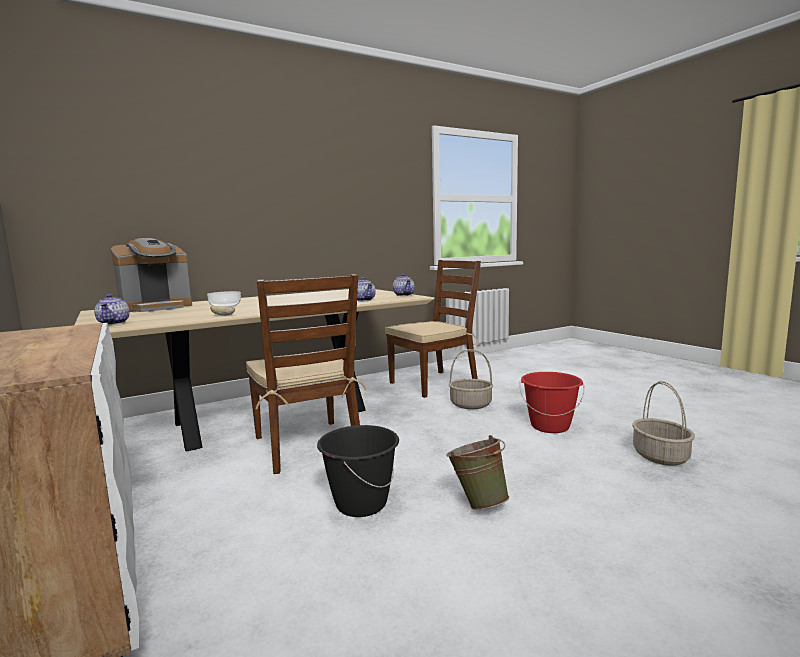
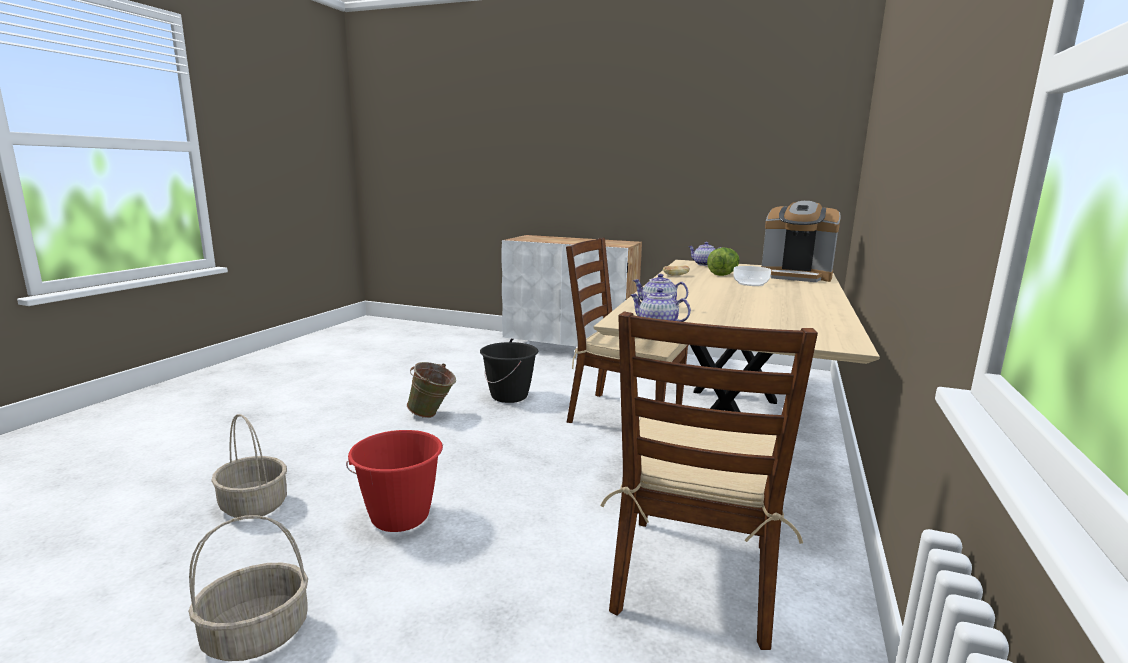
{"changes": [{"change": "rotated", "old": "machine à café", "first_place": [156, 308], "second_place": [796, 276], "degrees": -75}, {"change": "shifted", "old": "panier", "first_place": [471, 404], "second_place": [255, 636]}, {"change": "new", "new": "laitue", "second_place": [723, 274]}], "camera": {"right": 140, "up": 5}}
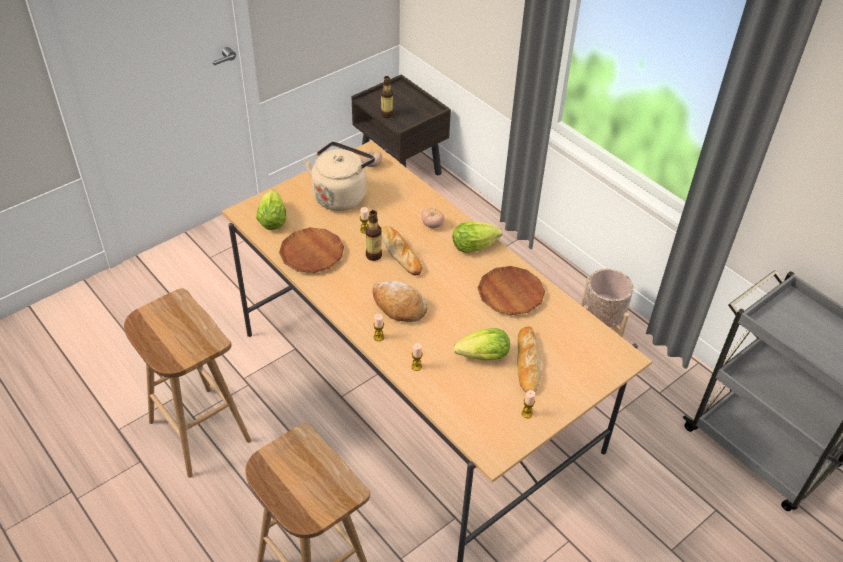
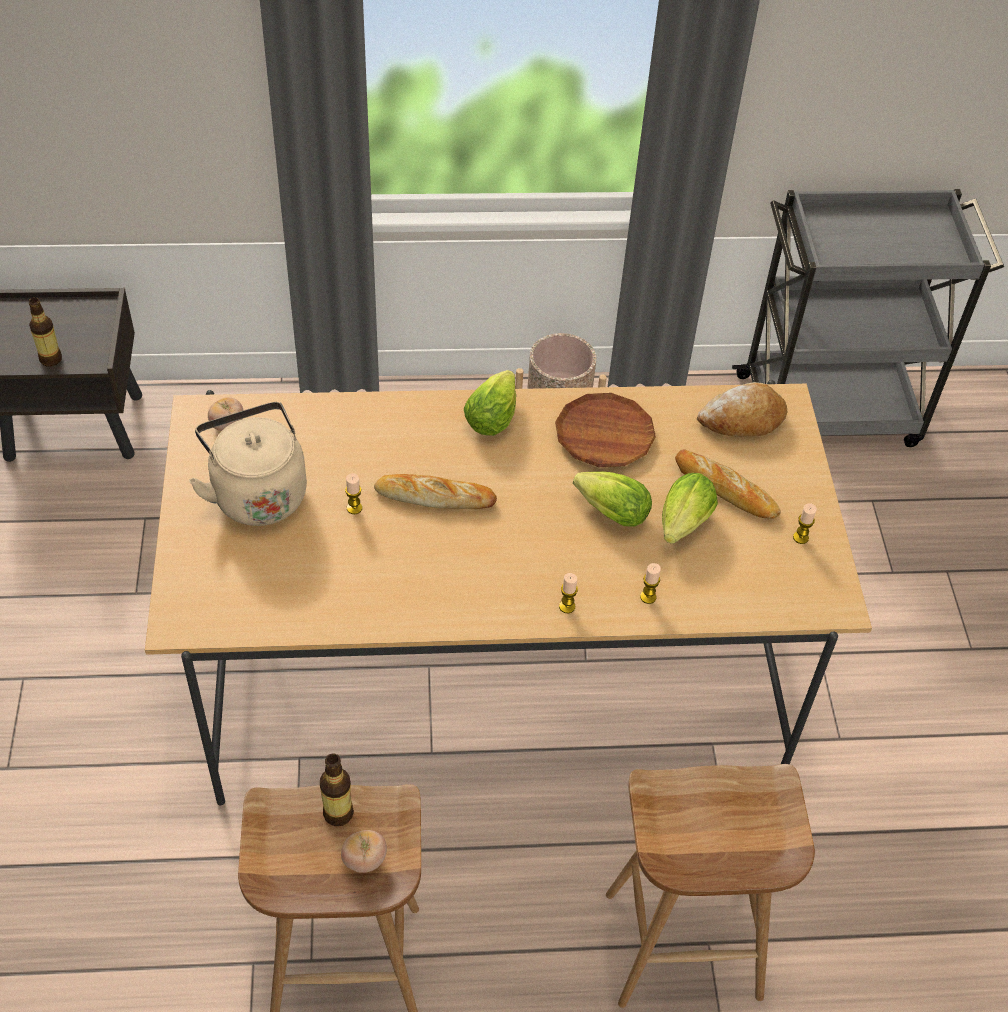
{"changes": [{"change": "shifted", "old": "laitue", "first_place": [273, 219], "second_place": [608, 511]}, {"change": "shifted", "old": "tomate", "first_place": [432, 225], "second_place": [364, 859]}, {"change": "shifted", "old": "bouteille", "first_place": [373, 255], "second_place": [338, 813]}, {"change": "gone", "old": "assiette [marron]", "first_place": [312, 254]}, {"change": "shifted", "old": "pain", "first_place": [398, 306], "second_place": [742, 420]}], "camera": {"right": -55, "up": 5}}
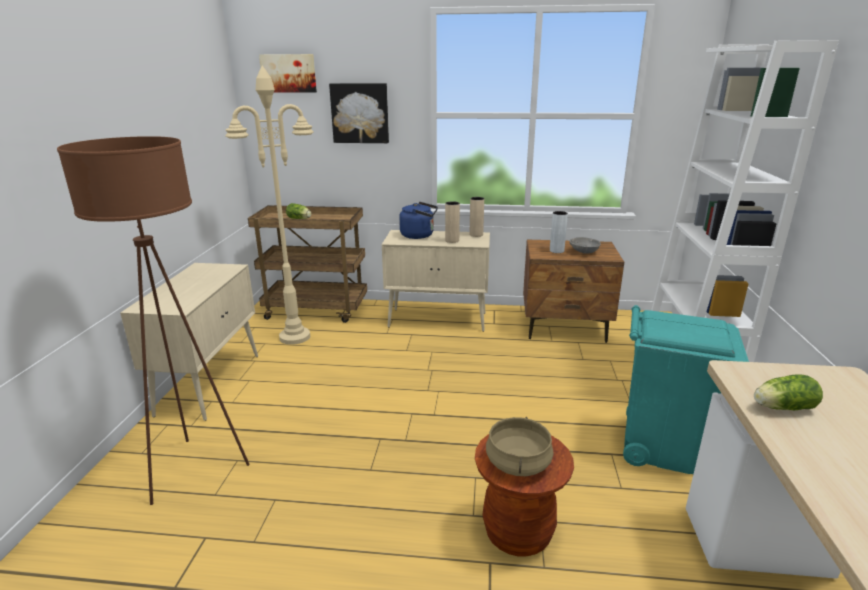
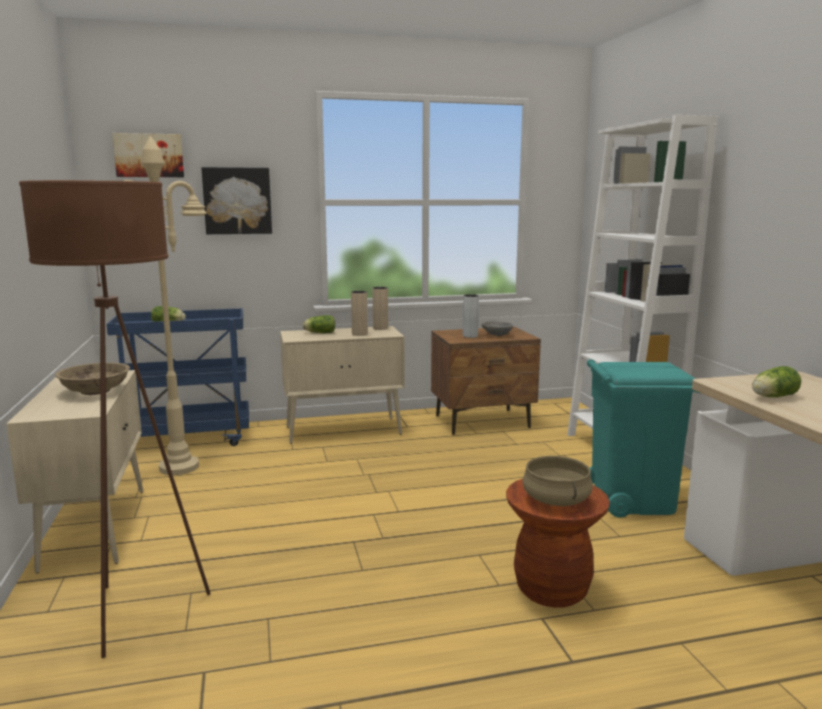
{"changes": [{"change": "swapped", "old": "bouilloire [bleu]", "new": "laitue", "first_place": [419, 235], "second_place": [319, 333]}, {"change": "repainted", "old": "chariot [marron]", "new": "chariot [bleu]", "first_place": [317, 310], "second_place": [190, 438]}, {"change": "new", "new": "bol [beige]", "second_place": [95, 391]}], "camera": {"right": -20, "up": -10}}
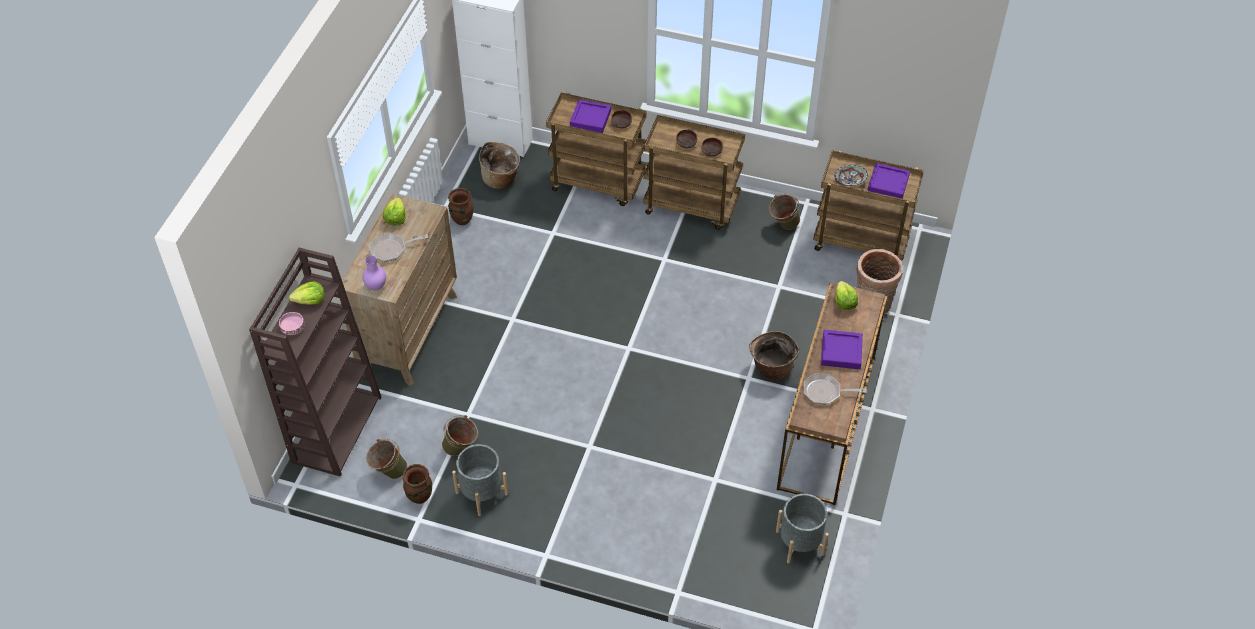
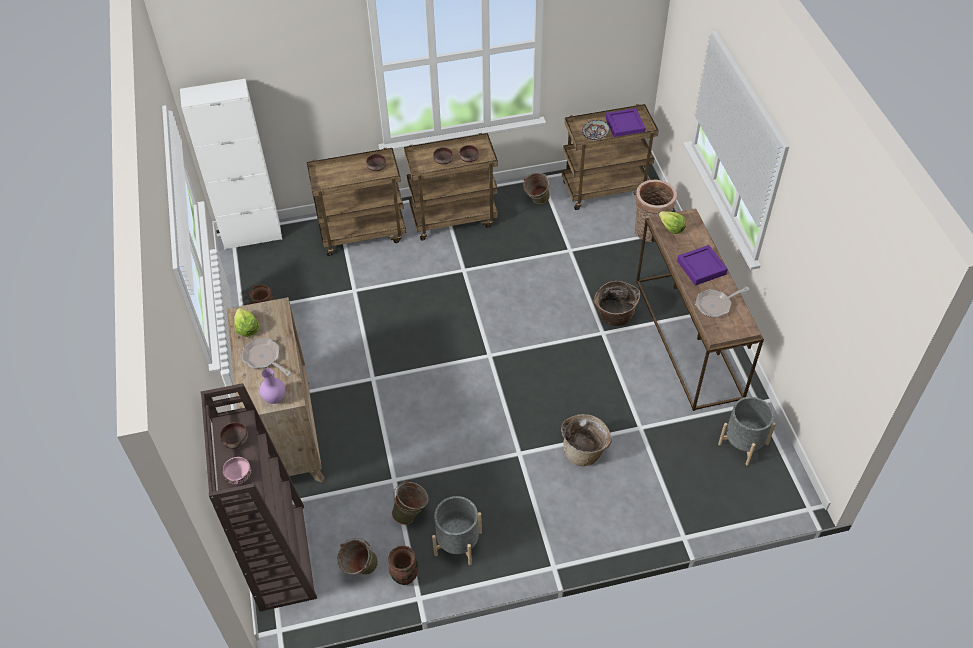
{"changes": [{"change": "gone", "old": "plateau [violet]", "first_place": [590, 119]}, {"change": "shifted", "old": "panier", "first_place": [501, 179], "second_place": [584, 451]}, {"change": "rotated", "old": "poêle", "first_place": [391, 249], "second_place": [264, 358], "degrees": 90}, {"change": "swapped", "old": "laitue", "new": "bol [marron]", "first_place": [310, 301], "second_place": [236, 440]}], "camera": {"right": -30, "up": 0}}
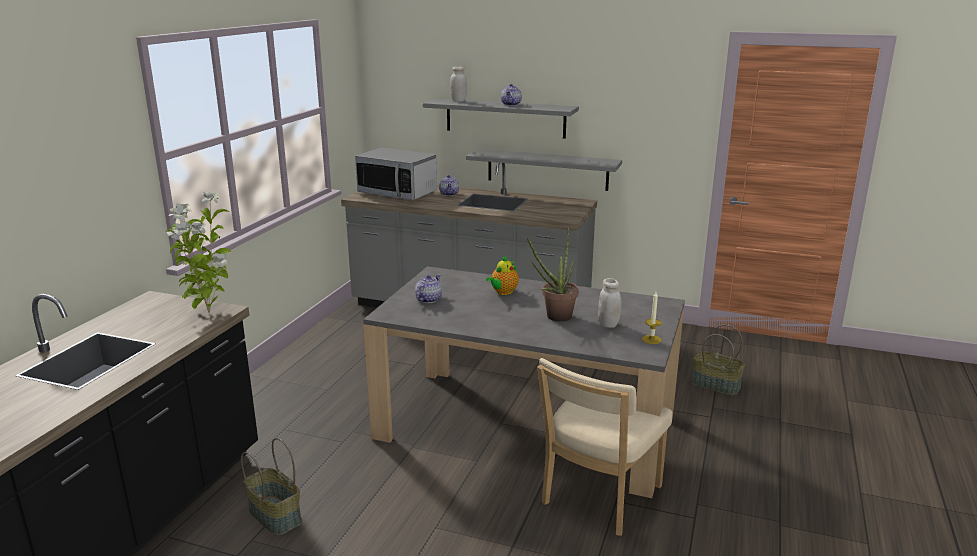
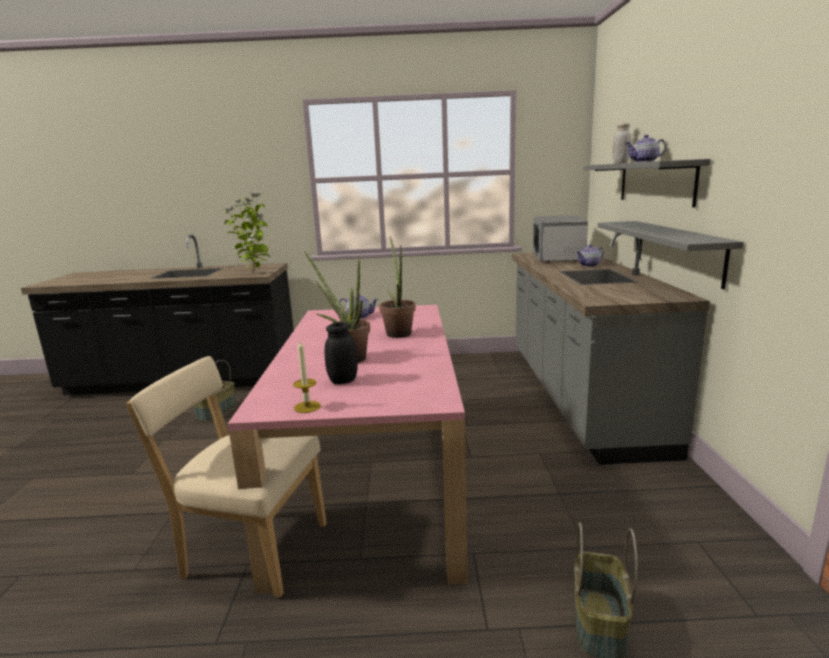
{"changes": [{"change": "swapped", "old": "théière", "new": "plante en pot", "first_place": [503, 292], "second_place": [398, 332]}, {"change": "repainted", "old": "table à manger [gris]", "new": "table à manger [rose]", "first_place": [525, 426], "second_place": [372, 476]}, {"change": "repainted", "old": "bocal [blanc]", "new": "bocal [noir]", "first_place": [608, 324], "second_place": [343, 381]}], "camera": {"right": 70, "up": -5}}
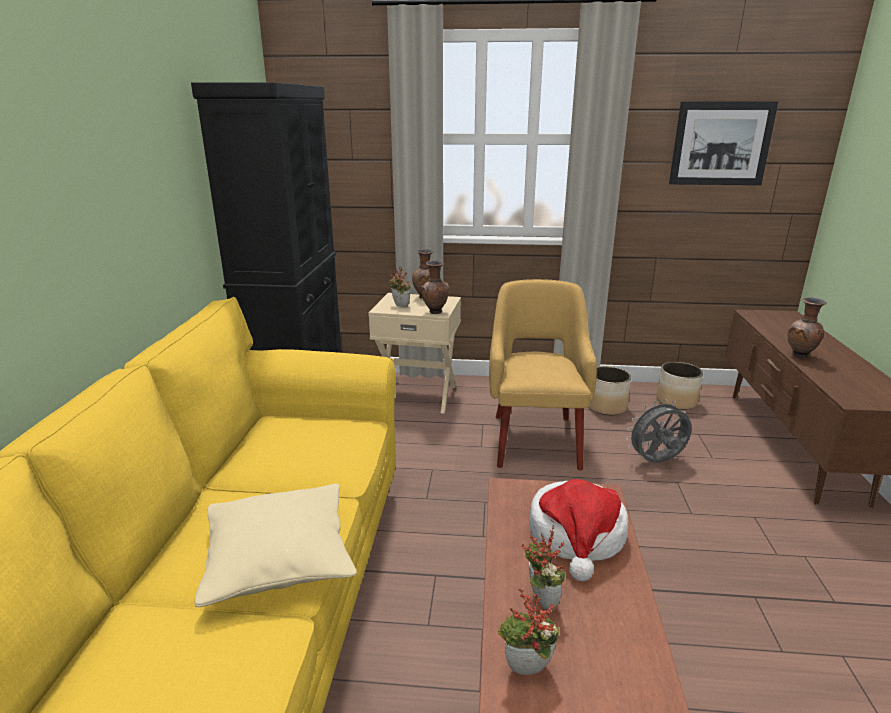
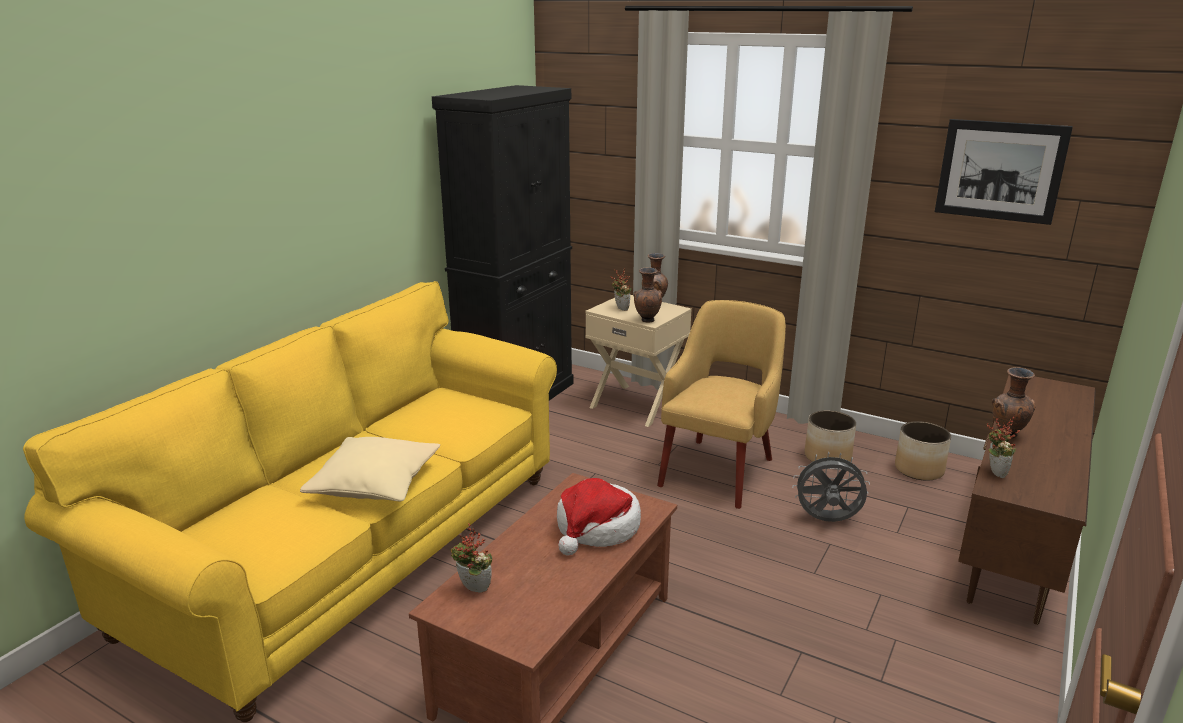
{"changes": [{"change": "shifted", "old": "plante en pot", "first_place": [539, 601], "second_place": [994, 472]}], "camera": {"right": 25, "up": 0}}
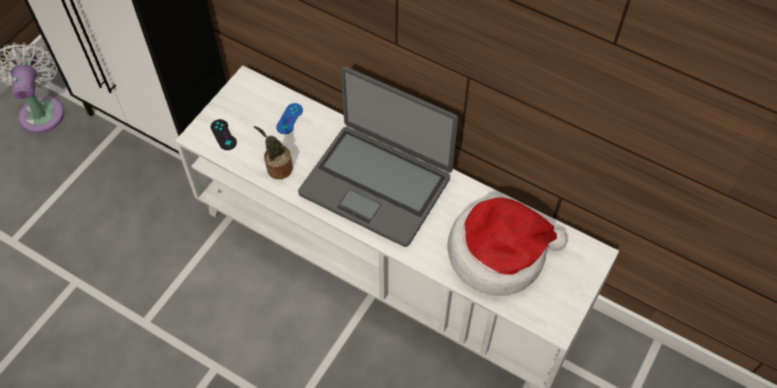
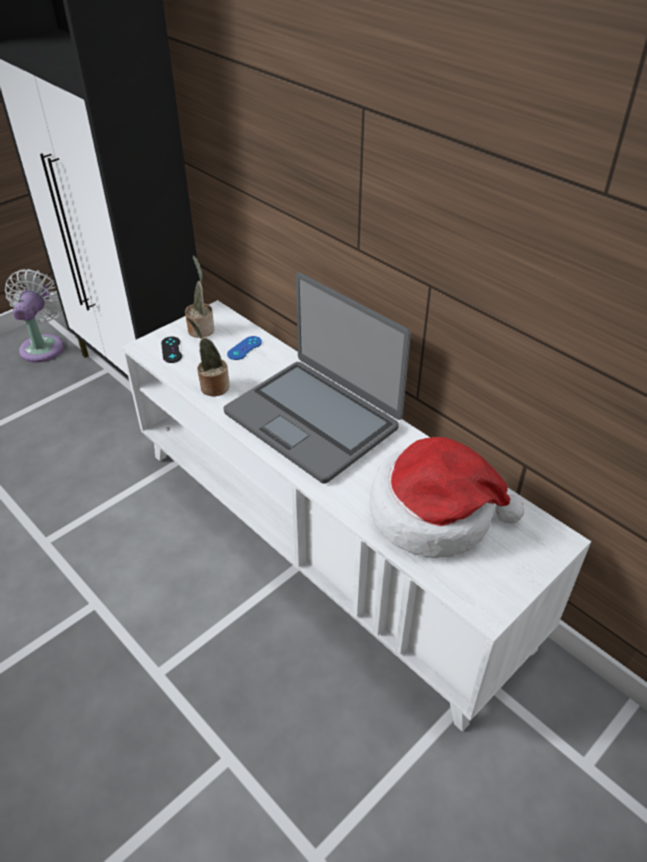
{"changes": [{"change": "new", "new": "plante en pot", "second_place": [201, 329]}], "camera": {"right": 15, "up": -15}}
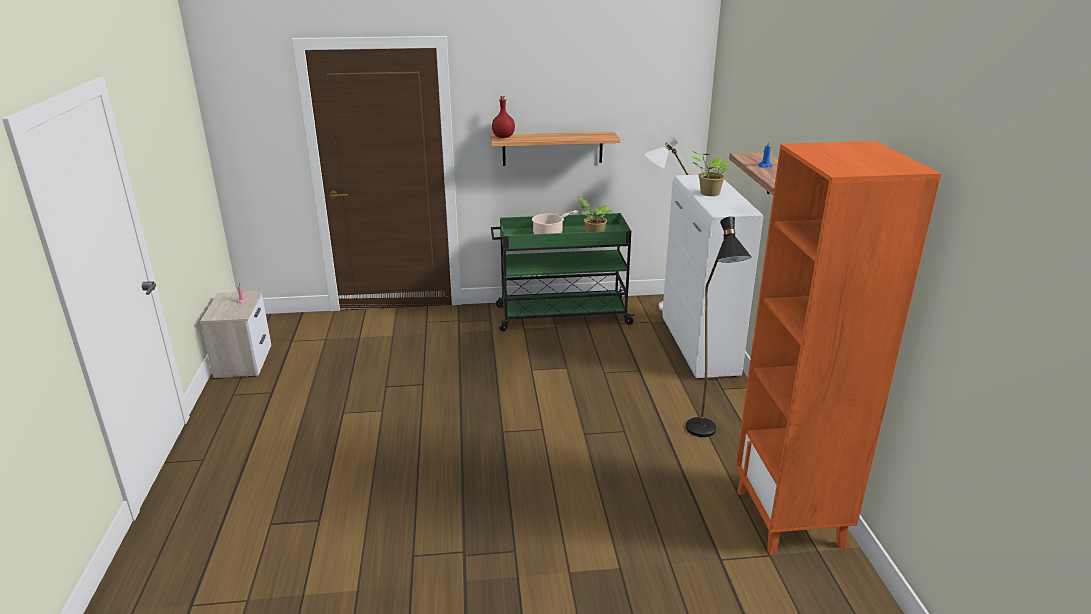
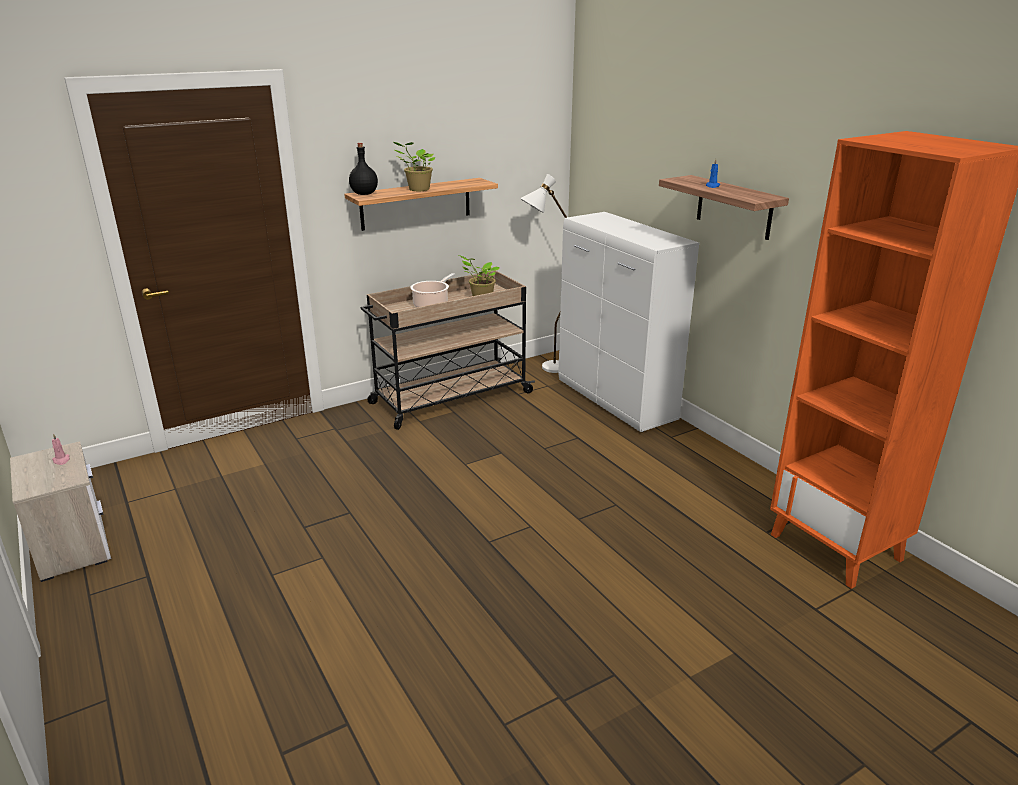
{"changes": [{"change": "repainted", "old": "bouteille [rouge]", "new": "bouteille [noir]", "first_place": [503, 137], "second_place": [364, 194]}, {"change": "shifted", "old": "plante en pot", "first_place": [708, 193], "second_place": [417, 189]}, {"change": "repainted", "old": "chariot [vert]", "new": "chariot [beige]", "first_place": [561, 315], "second_place": [449, 398]}, {"change": "gone", "old": "lampadaire [noir]", "first_place": [704, 435]}], "camera": {"right": -25, "up": 0}}
